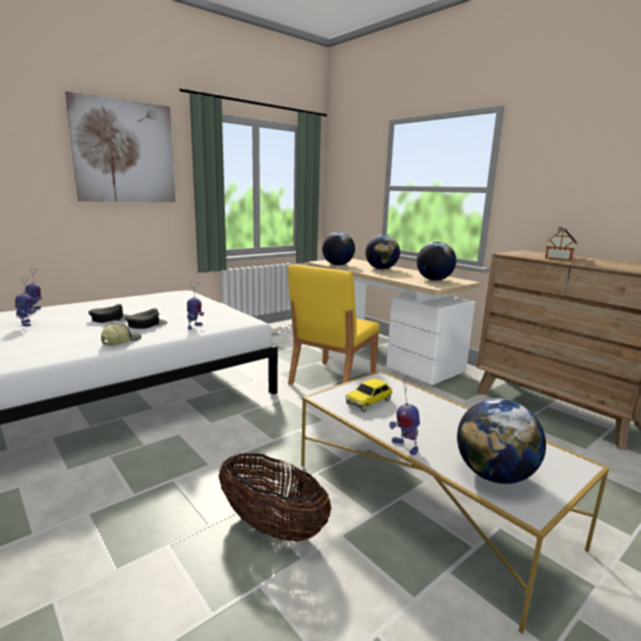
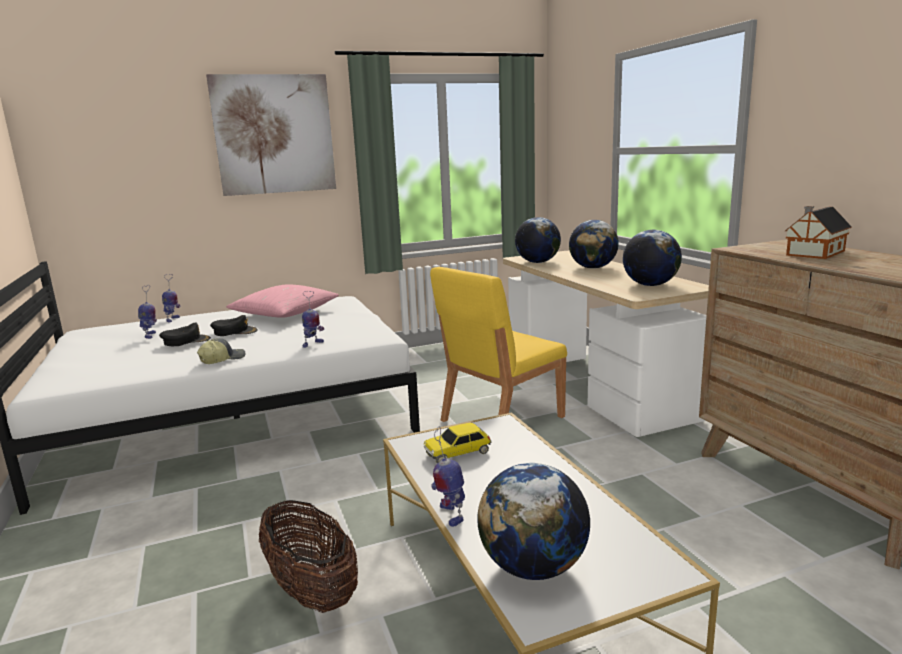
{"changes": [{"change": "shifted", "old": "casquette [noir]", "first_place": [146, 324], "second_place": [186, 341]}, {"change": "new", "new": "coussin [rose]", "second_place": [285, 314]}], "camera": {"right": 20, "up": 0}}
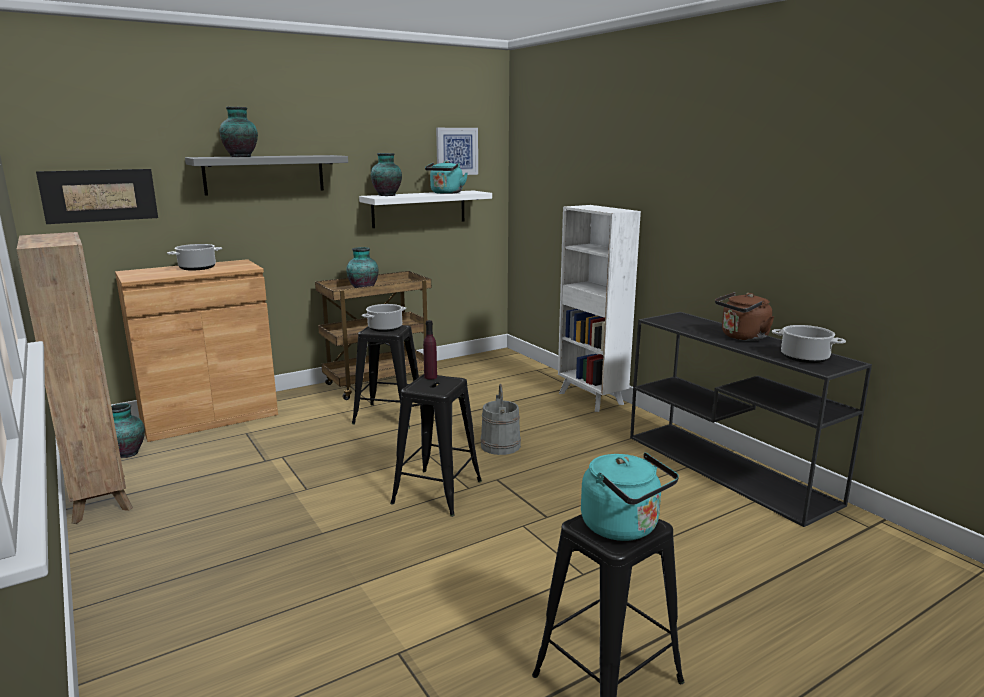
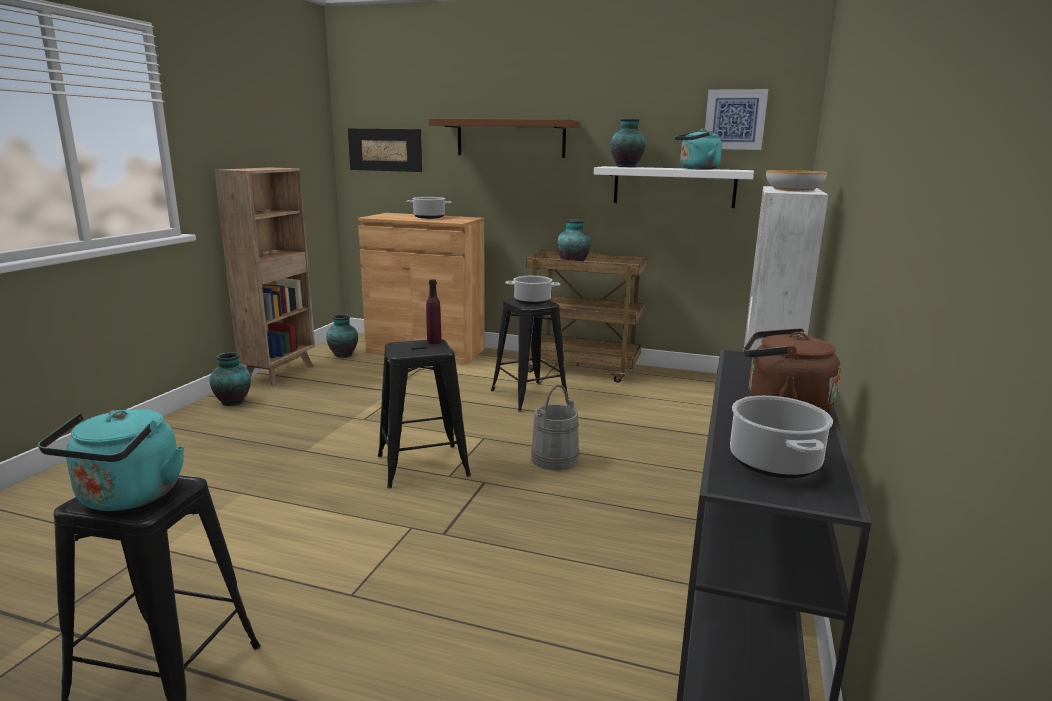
{"changes": [{"change": "shifted", "old": "vase", "first_place": [242, 156], "second_place": [234, 402]}, {"change": "repainted", "old": "étagère [gris]", "new": "étagère [marron]", "first_place": [264, 174], "second_place": [510, 138]}, {"change": "new", "new": "bol", "second_place": [793, 190]}], "camera": {"right": 50, "up": 0}}
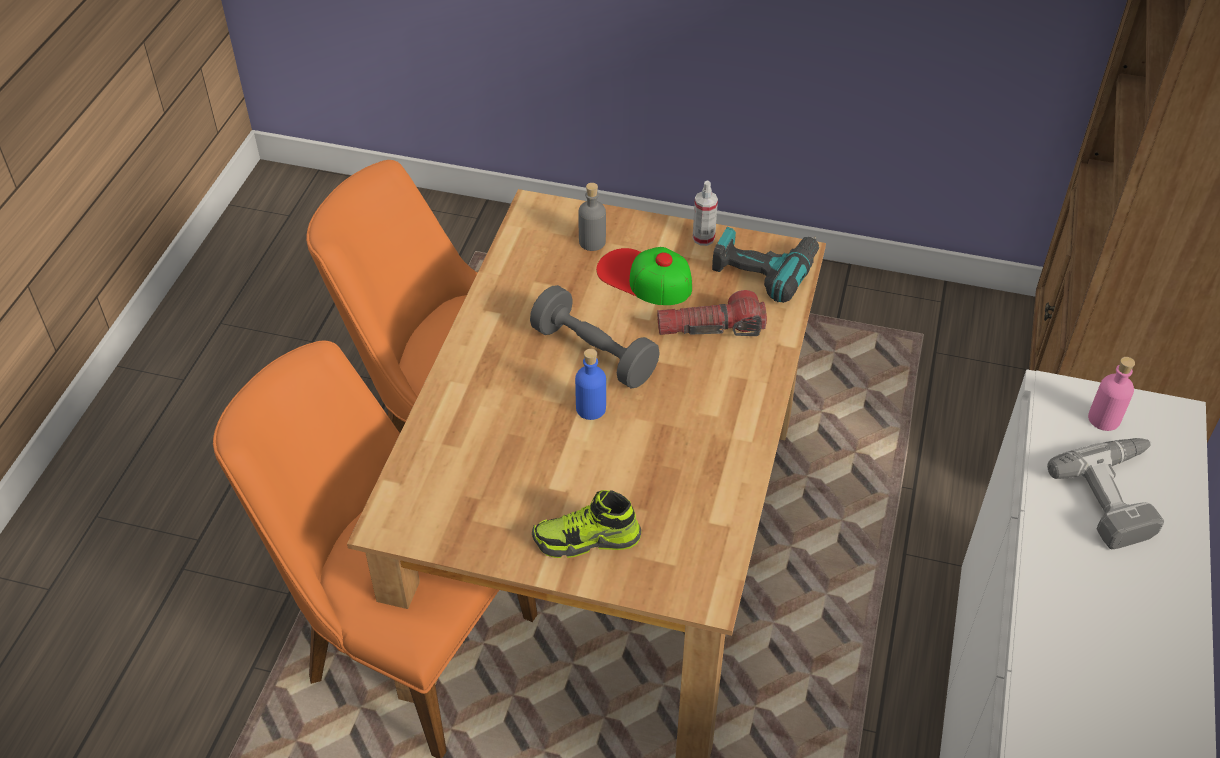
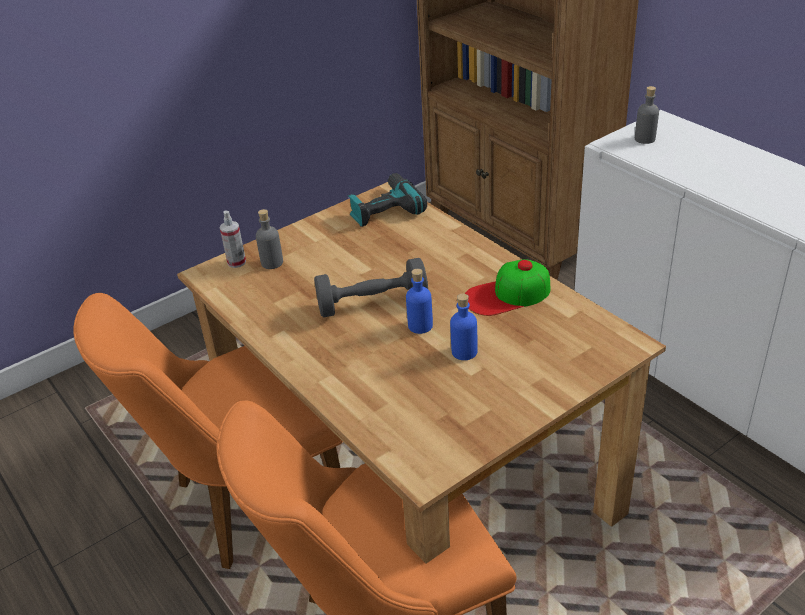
{"changes": [{"change": "shifted", "old": "vaporisateur", "first_place": [703, 238], "second_place": [236, 262]}, {"change": "shifted", "old": "casquette", "first_place": [644, 277], "second_place": [507, 295]}, {"change": "gone", "old": "lampe de poche", "first_place": [710, 328]}, {"change": "repainted", "old": "bouteille [rose]", "new": "bouteille [gris]", "first_place": [1104, 419], "second_place": [645, 139]}, {"change": "gone", "old": "perceuse", "first_place": [1119, 497]}, {"change": "gone", "old": "chaussure", "first_place": [587, 540]}, {"change": "new", "new": "bouteille [bleu]", "second_place": [464, 352]}], "camera": {"right": -50, "up": -10}}
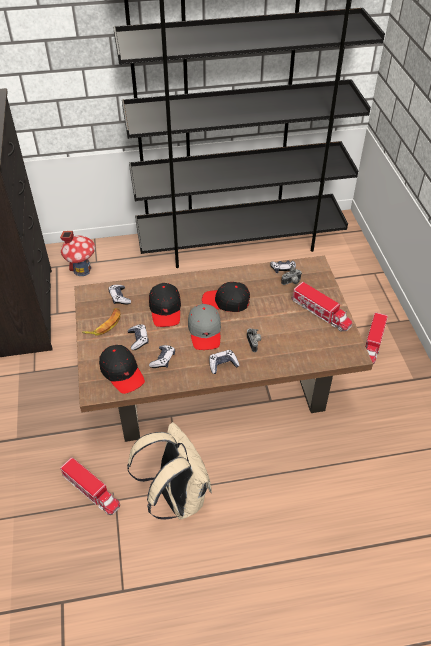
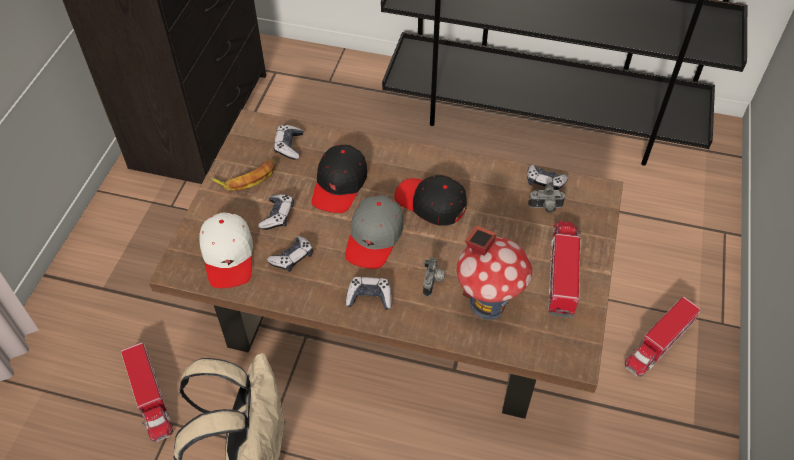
{"changes": [{"change": "shifted", "old": "maison miniature", "first_place": [82, 270], "second_place": [488, 302]}, {"change": "rotated", "old": "camion jouet", "first_place": [321, 313], "second_place": [562, 272], "degrees": -150}, {"change": "repainted", "old": "casquette [noir]", "new": "casquette [blanc]", "first_place": [122, 372], "second_place": [228, 256]}], "camera": {"right": 25, "up": 5}}
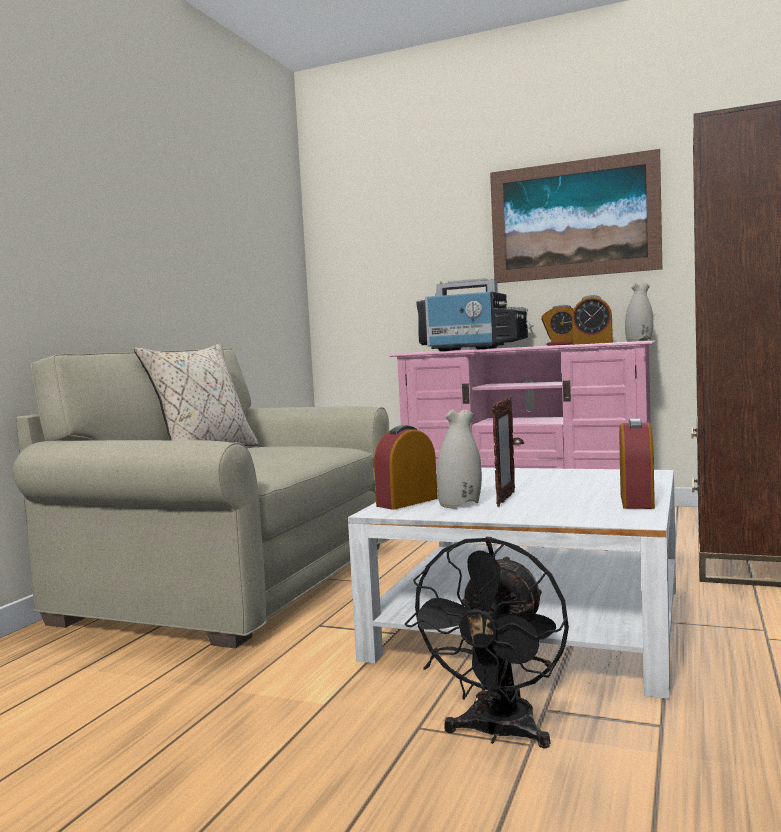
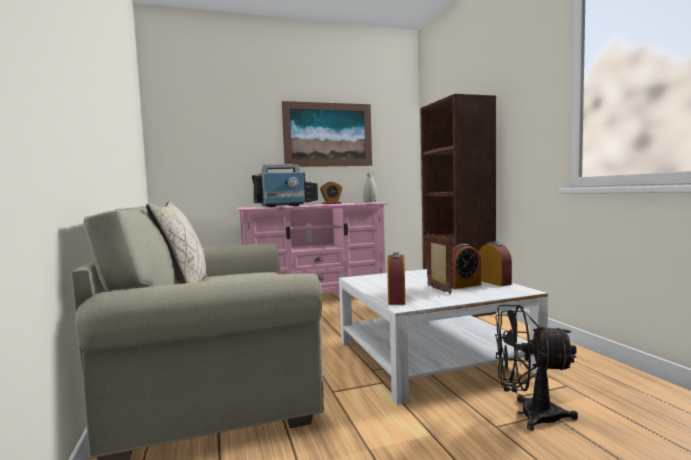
{"changes": [{"change": "shifted", "old": "réveil", "first_place": [592, 343], "second_place": [463, 285]}, {"change": "gone", "old": "vase [blanc]", "first_place": [460, 504]}, {"change": "rotated", "old": "ventilateur [noir]", "first_place": [497, 734], "second_place": [529, 414], "degrees": 120}], "camera": {"right": -40, "up": 0}}
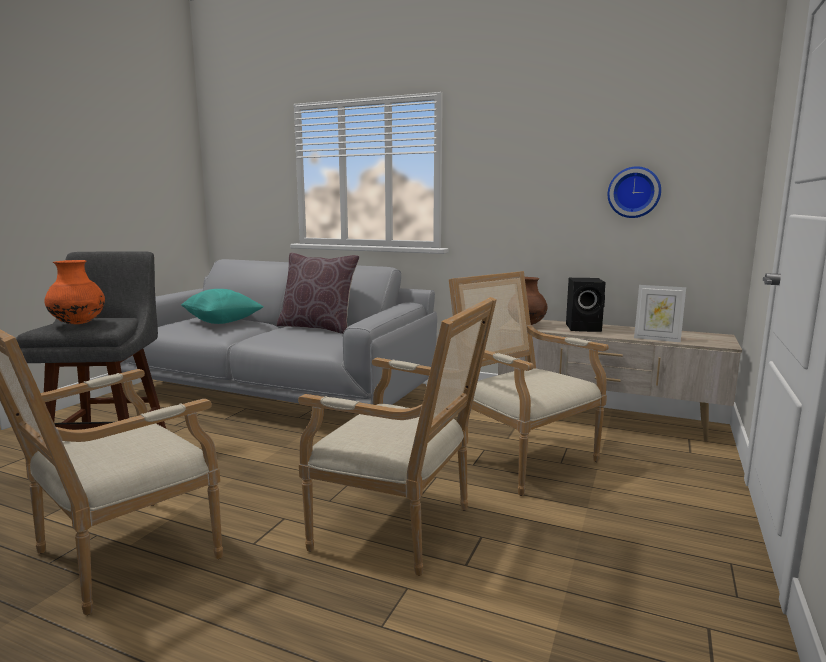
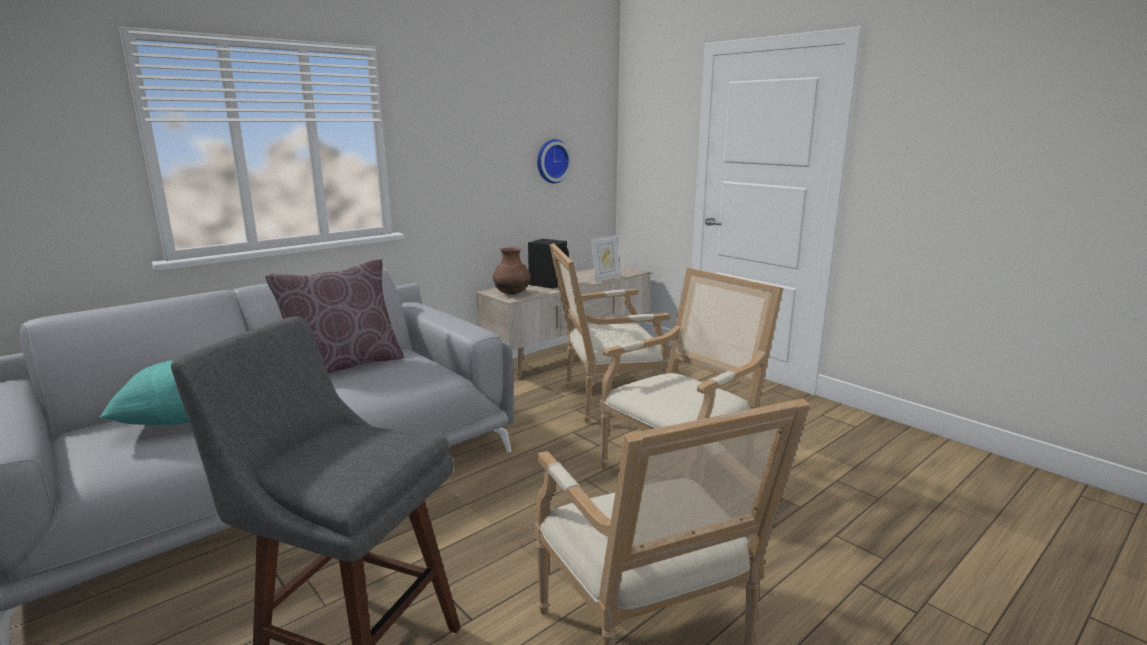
{"changes": [{"change": "gone", "old": "vase [orange]", "first_place": [78, 323]}], "camera": {"right": -65, "up": 5}}
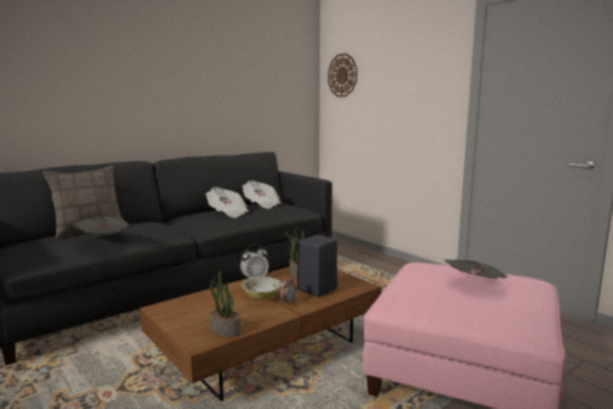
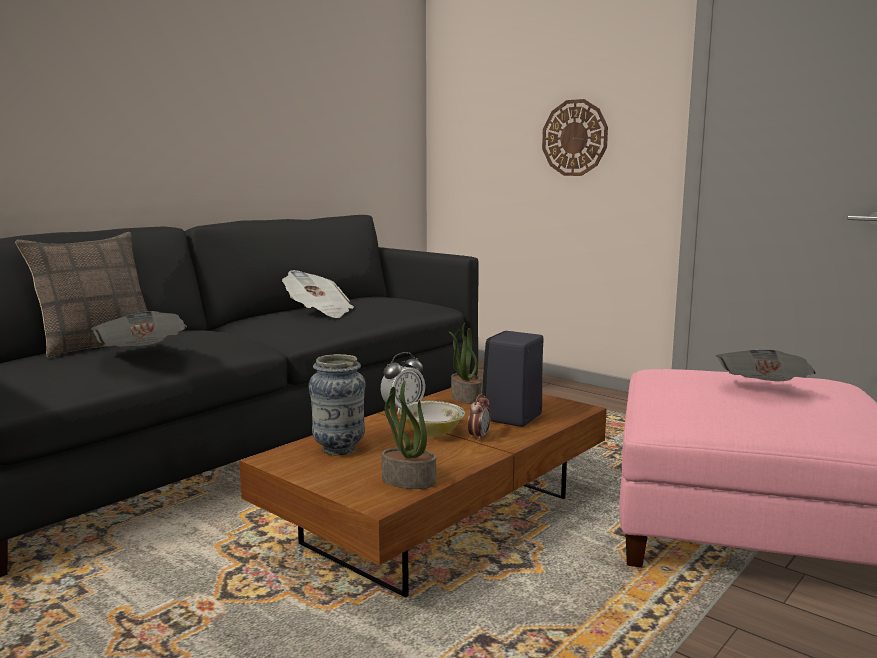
{"changes": [{"change": "shifted", "old": "horloge murale", "first_place": [342, 75], "second_place": [574, 138]}, {"change": "gone", "old": "journal", "first_place": [261, 204]}, {"change": "new", "new": "vase", "second_place": [339, 449]}], "camera": {"right": -10, "up": 0}}
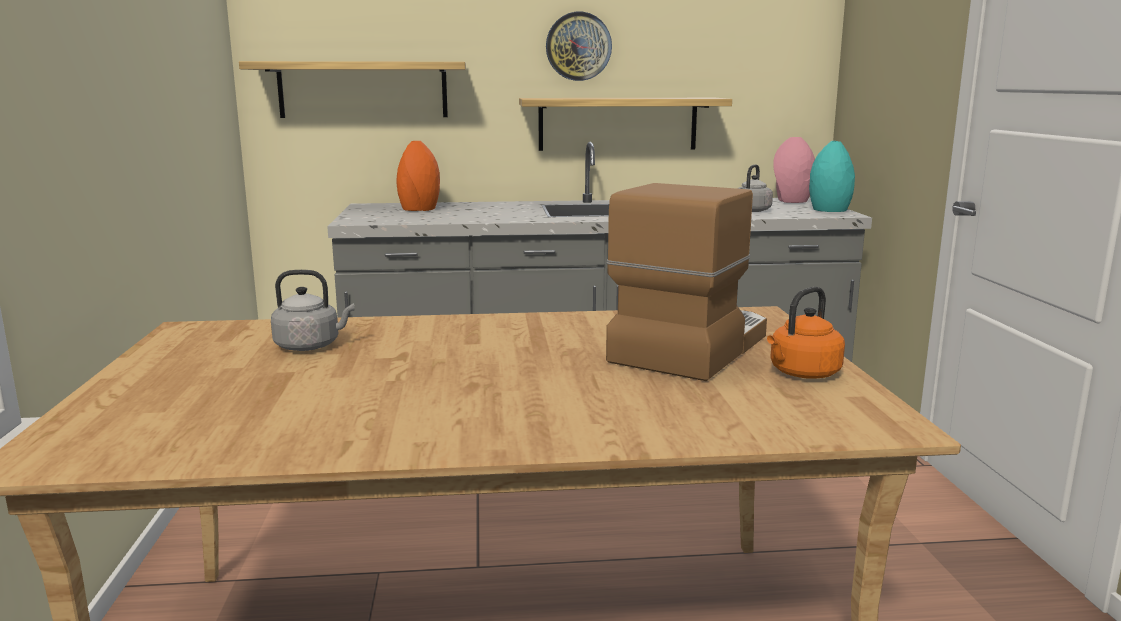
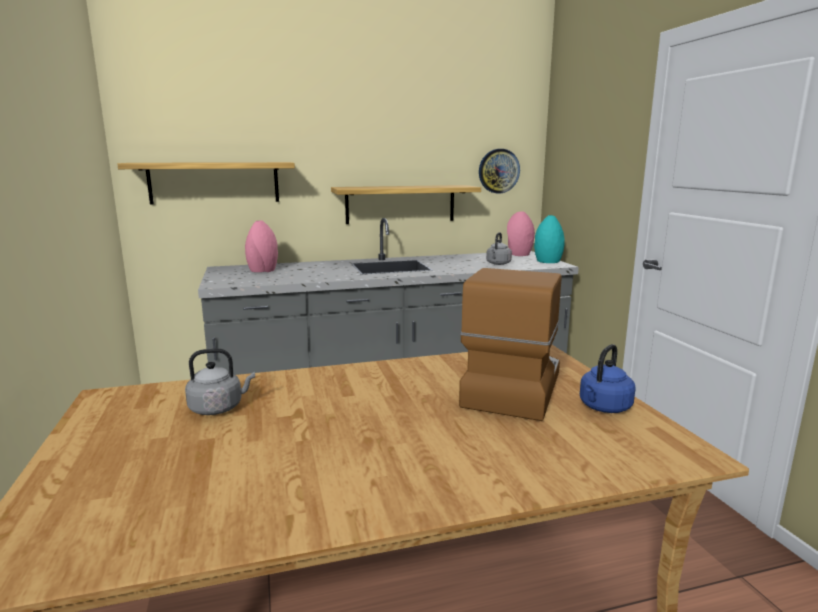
{"changes": [{"change": "shifted", "old": "horloge murale", "first_place": [578, 46], "second_place": [498, 171]}, {"change": "repainted", "old": "vase [orange]", "new": "vase [rose]", "first_place": [420, 209], "second_place": [263, 270]}, {"change": "repainted", "old": "bouilloire [orange]", "new": "bouilloire [bleu]", "first_place": [802, 374], "second_place": [603, 407]}], "camera": {"right": -10, "up": 0}}
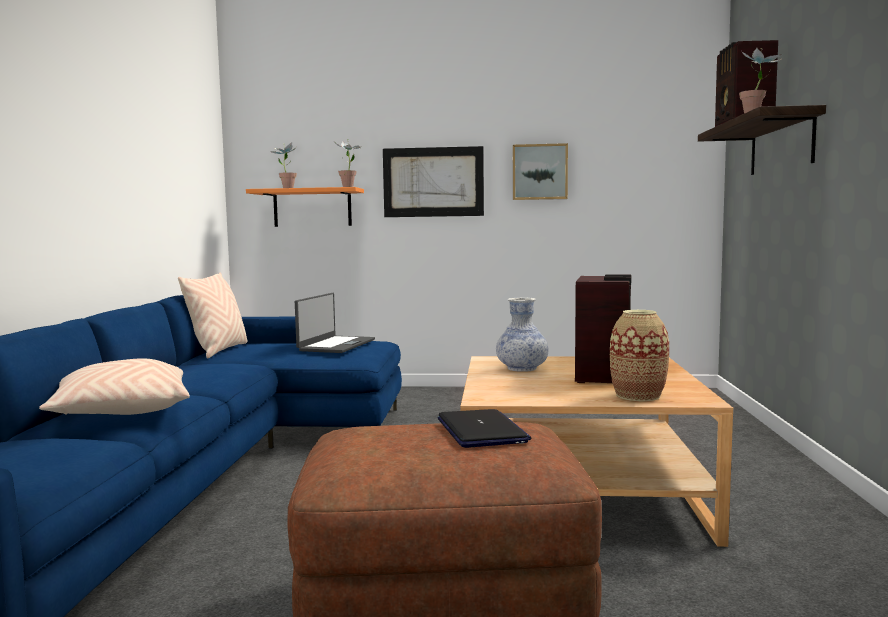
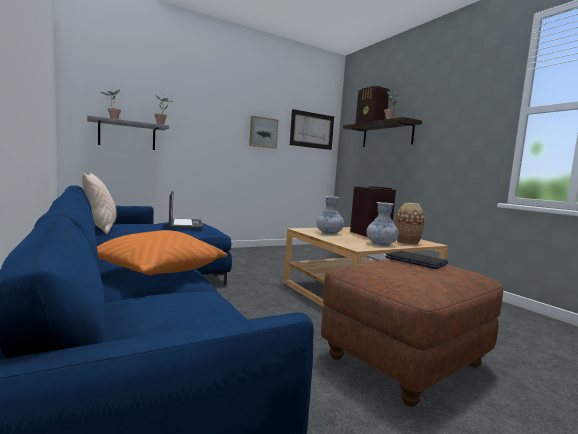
{"changes": [{"change": "shifted", "old": "tableau", "first_place": [433, 182], "second_place": [312, 130]}, {"change": "repainted", "old": "étagère [orange]", "new": "étagère [gris]", "first_place": [312, 208], "second_place": [127, 135]}, {"change": "repainted", "old": "coussin [beige]", "new": "coussin [orange]", "first_place": [121, 412], "second_place": [158, 271]}, {"change": "new", "new": "vase", "second_place": [381, 244]}], "camera": {"right": -35, "up": 0}}
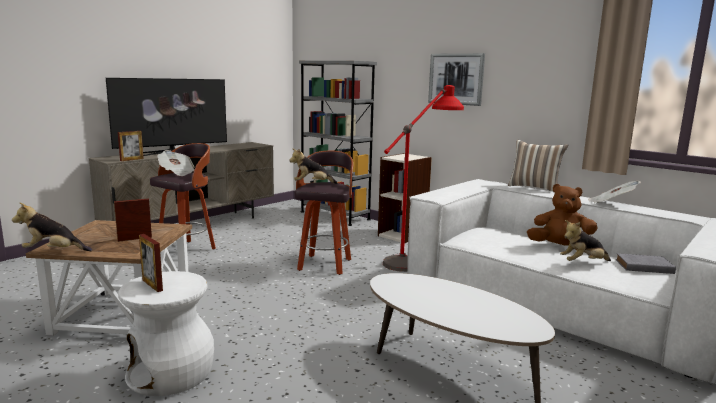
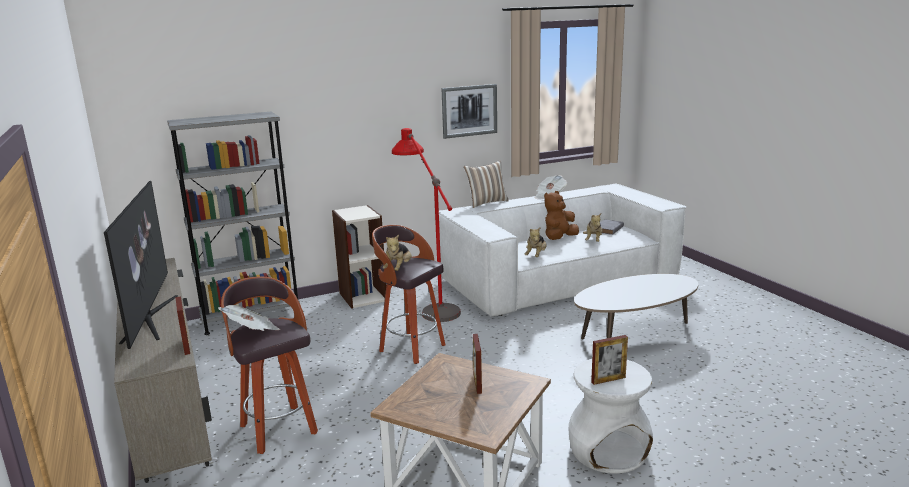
{"changes": [{"change": "shifted", "old": "tableau", "first_place": [456, 79], "second_place": [469, 111]}, {"change": "shifted", "old": "peluche", "first_place": [53, 251], "second_place": [536, 256]}], "camera": {"right": -65, "up": 5}}
